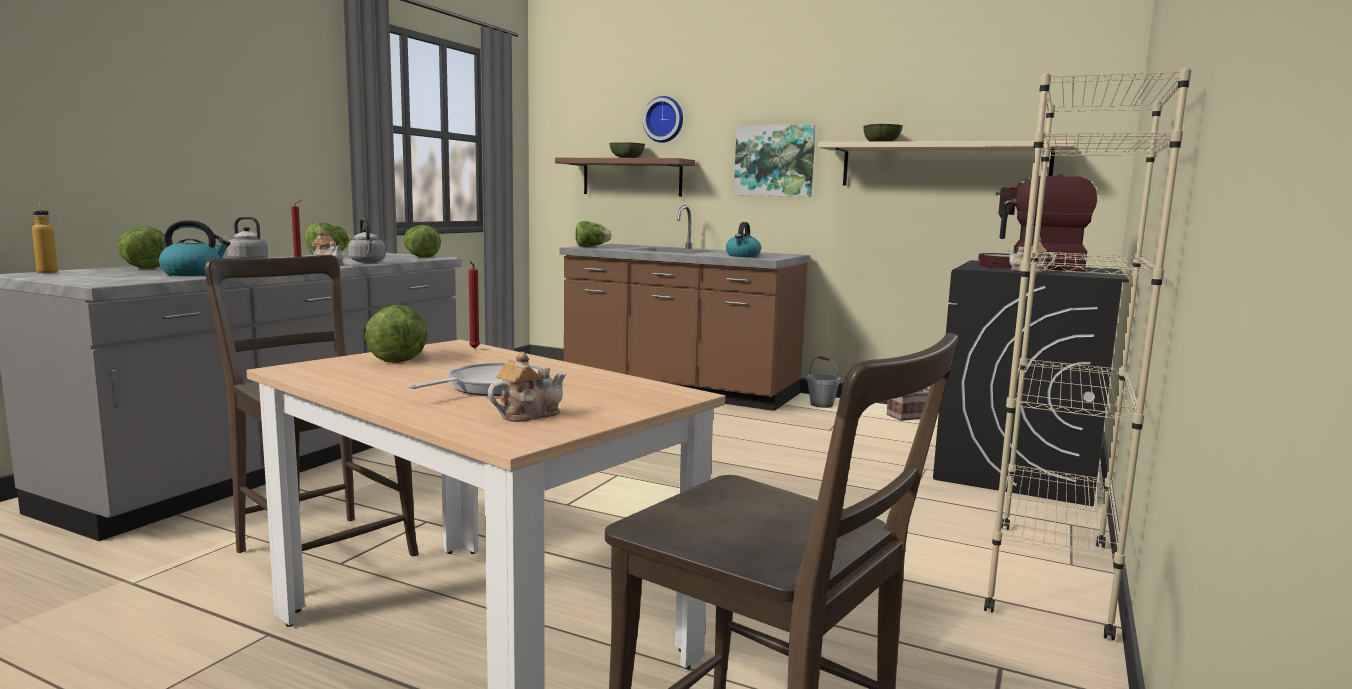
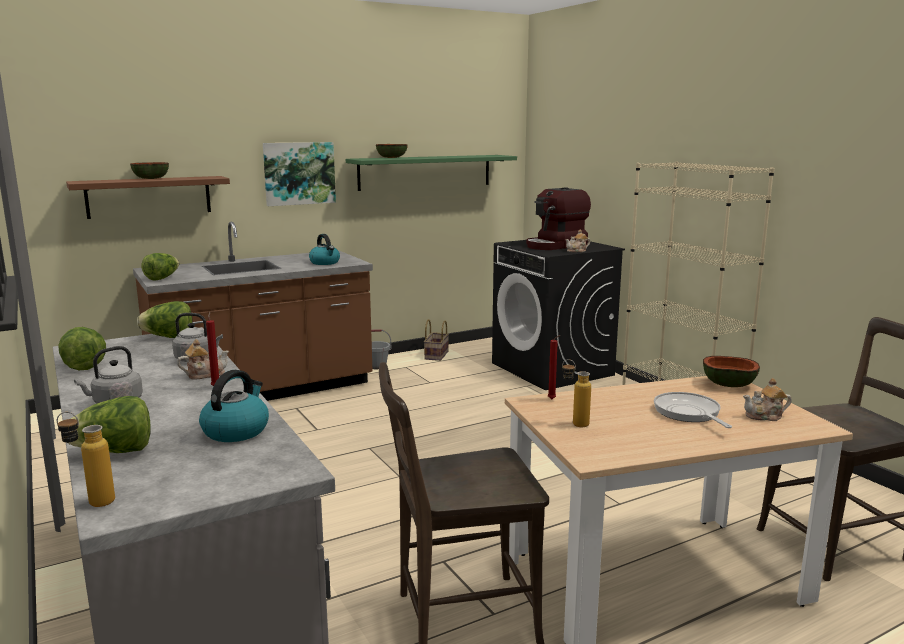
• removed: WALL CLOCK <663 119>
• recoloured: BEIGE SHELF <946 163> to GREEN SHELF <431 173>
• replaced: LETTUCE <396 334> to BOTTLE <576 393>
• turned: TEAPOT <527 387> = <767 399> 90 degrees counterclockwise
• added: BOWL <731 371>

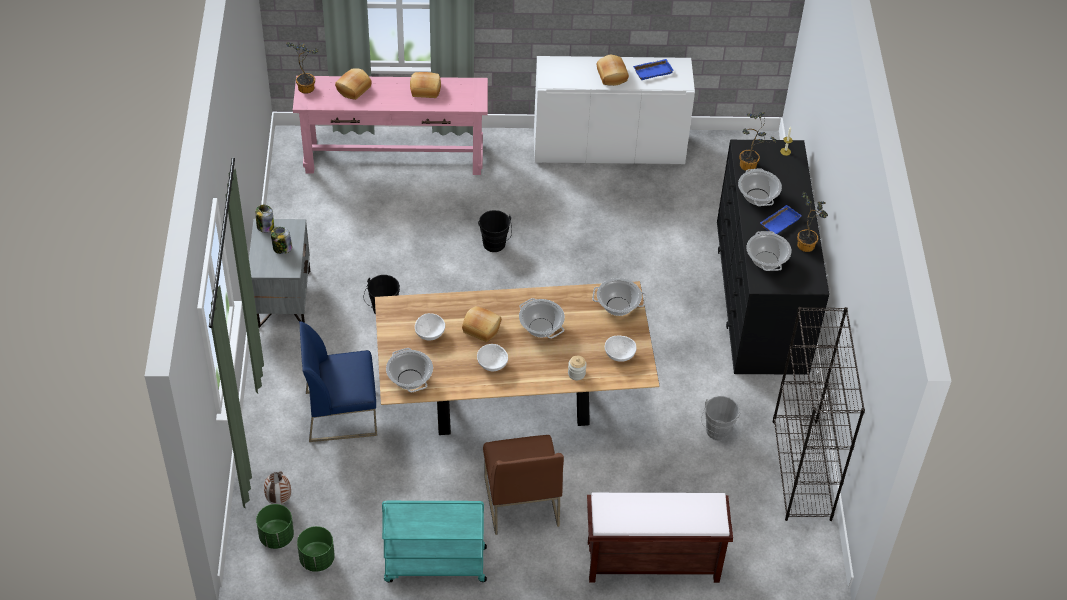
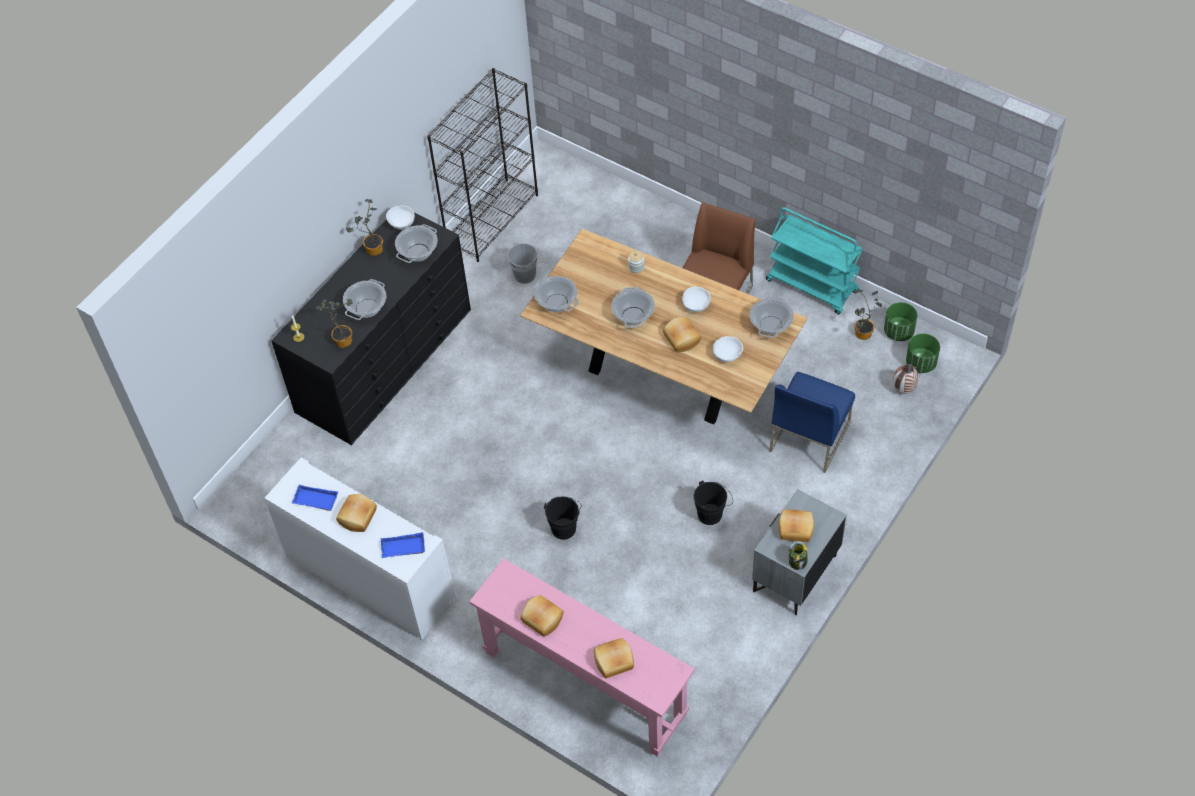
• moved: POTTED PLANT <302 68> to <868 314>
• moved: BLUE TRAY <781 219> to <403 545>
• replaced: JAR <281 240> to BREAD <796 525>
• turned: BLUE CHAIR <338 381> = <812 422> 90 degrees clockwise
• moved: WHITE BOWL <620 349> to <400 218>
• removed: BROWN BENCH <660 537>

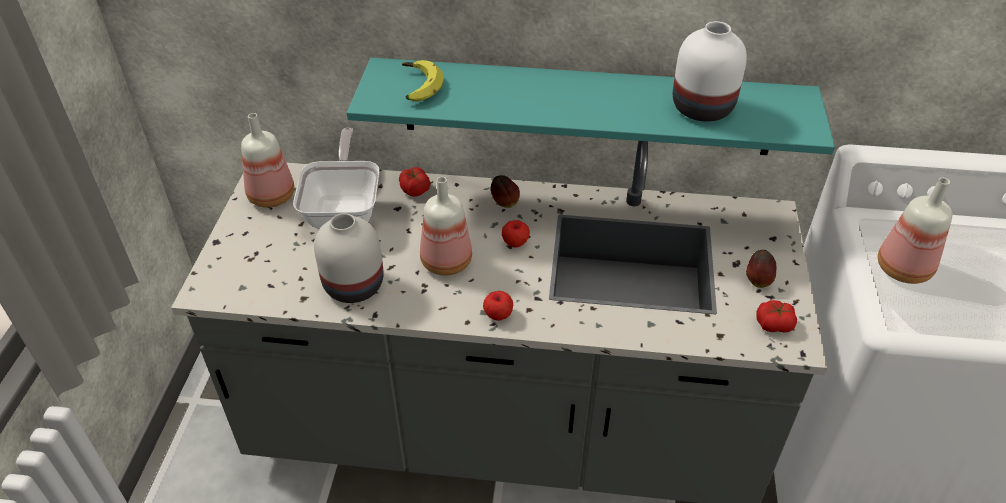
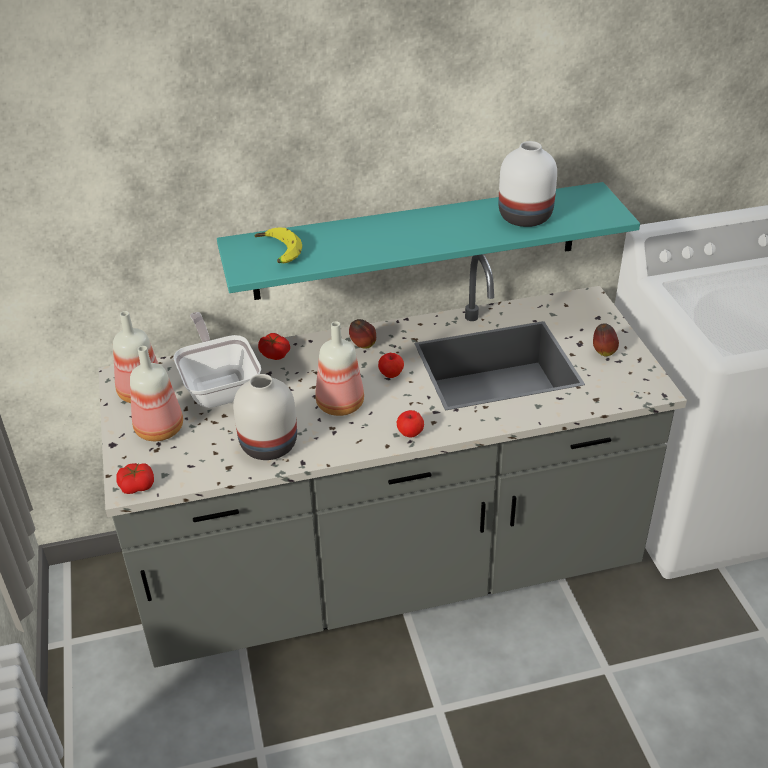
• moved: BOTTLE <915 230> to <156 393>
• moved: TOMATO <776 316> to <135 478>

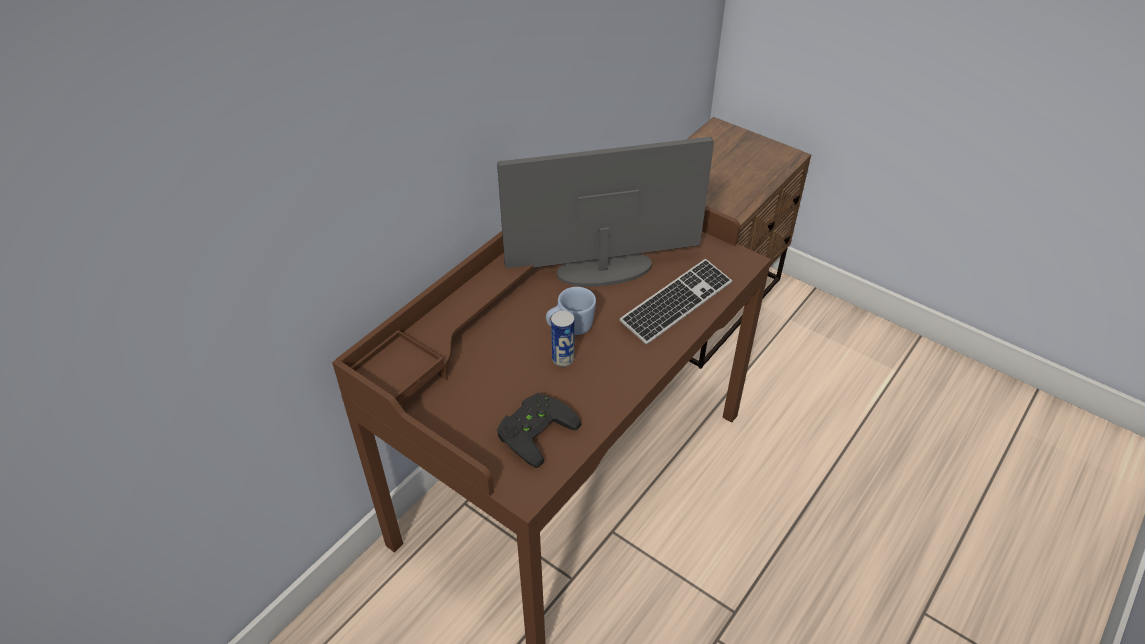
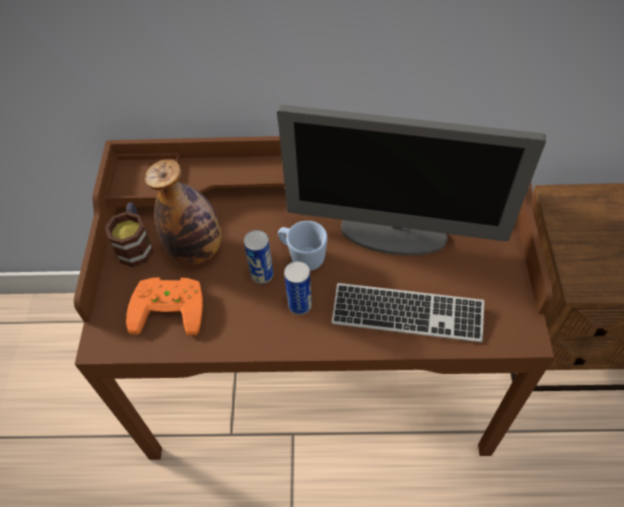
• turned: MONITOR <605 212> = <411 180> 150 degrees clockwise
• recoloured: BLACK GAME CONTROLLER <539 430> to ORANGE GAME CONTROLLER <164 306>
• added: BOTTLE <183 212>
• added: MUG <129 234>
• added: CAN <298 288>

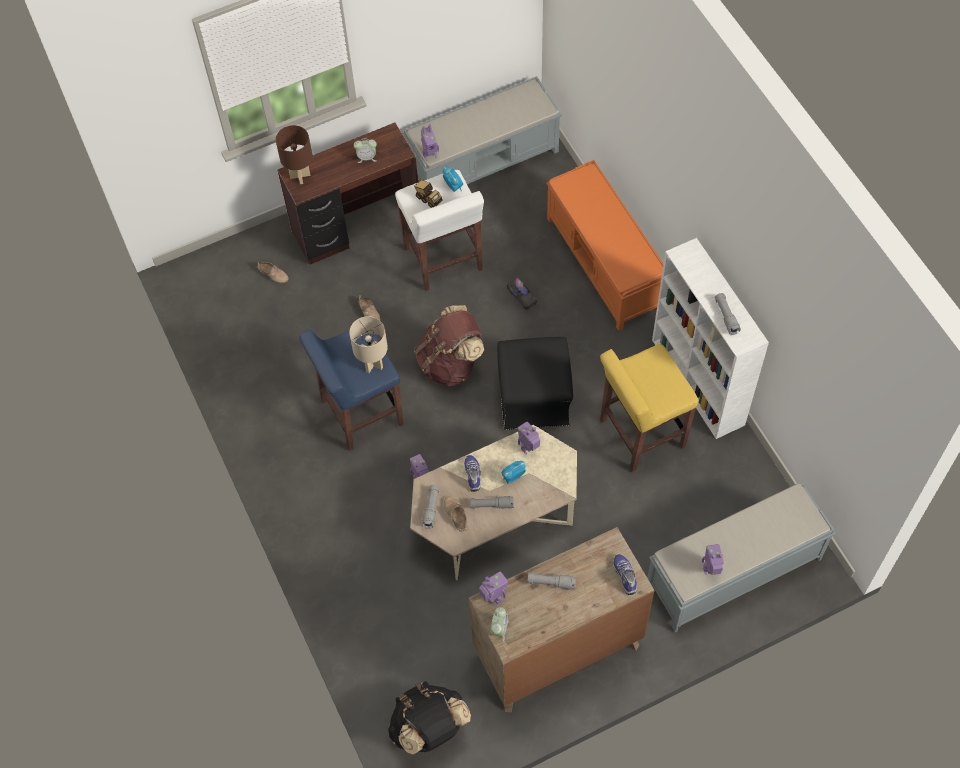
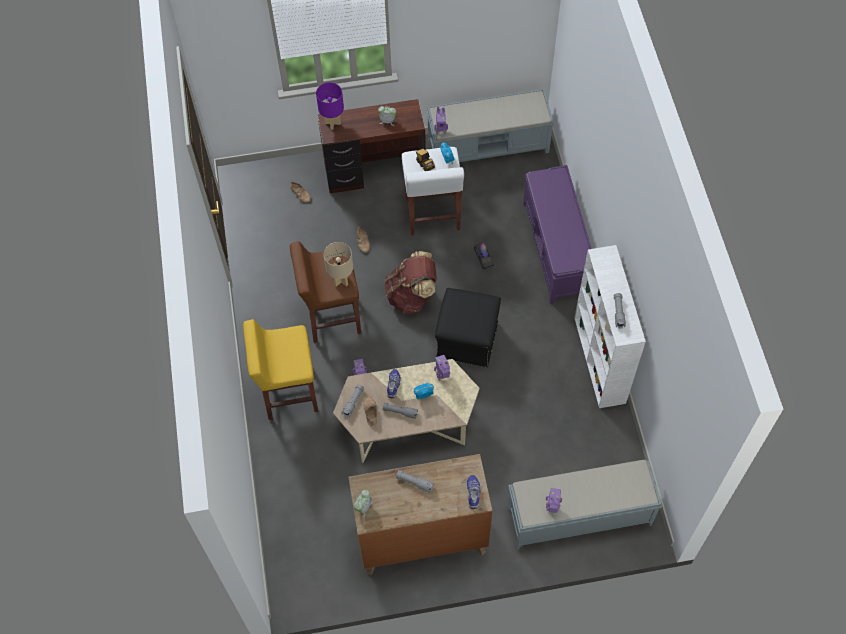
• recoloured: BROWN TABLE LAMP <294 154> to PURPLE TABLE LAMP <330 106>
• recoloured: ORANGE BENCH <604 245> to PURPLE BENCH <557 234>
• recoloured: BLUE STOOL <351 390> to BROWN STOOL <325 292>
• moved: YELLOW STOOL <649 408> to <280 369>
• removed: TOY ROBOT <493 589>
• removed: BLACK BACKPACK <429 717>

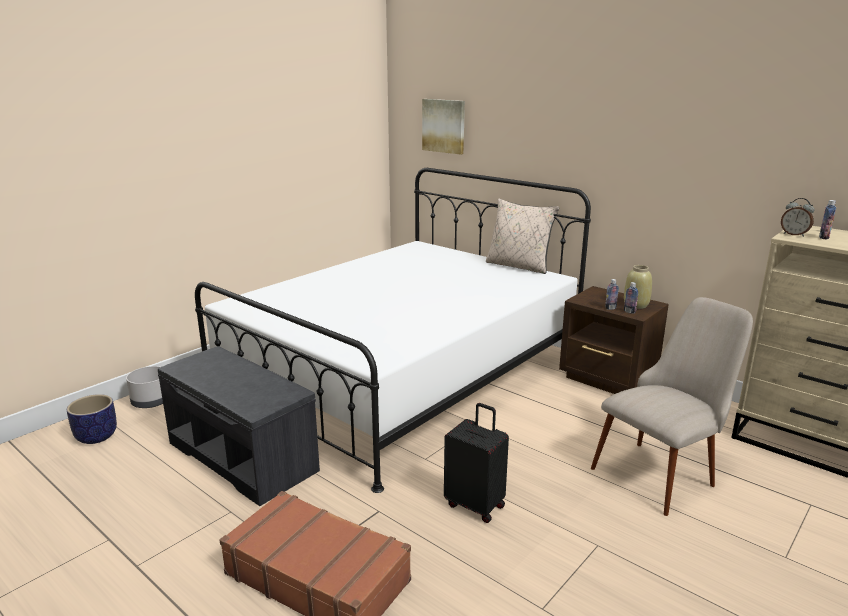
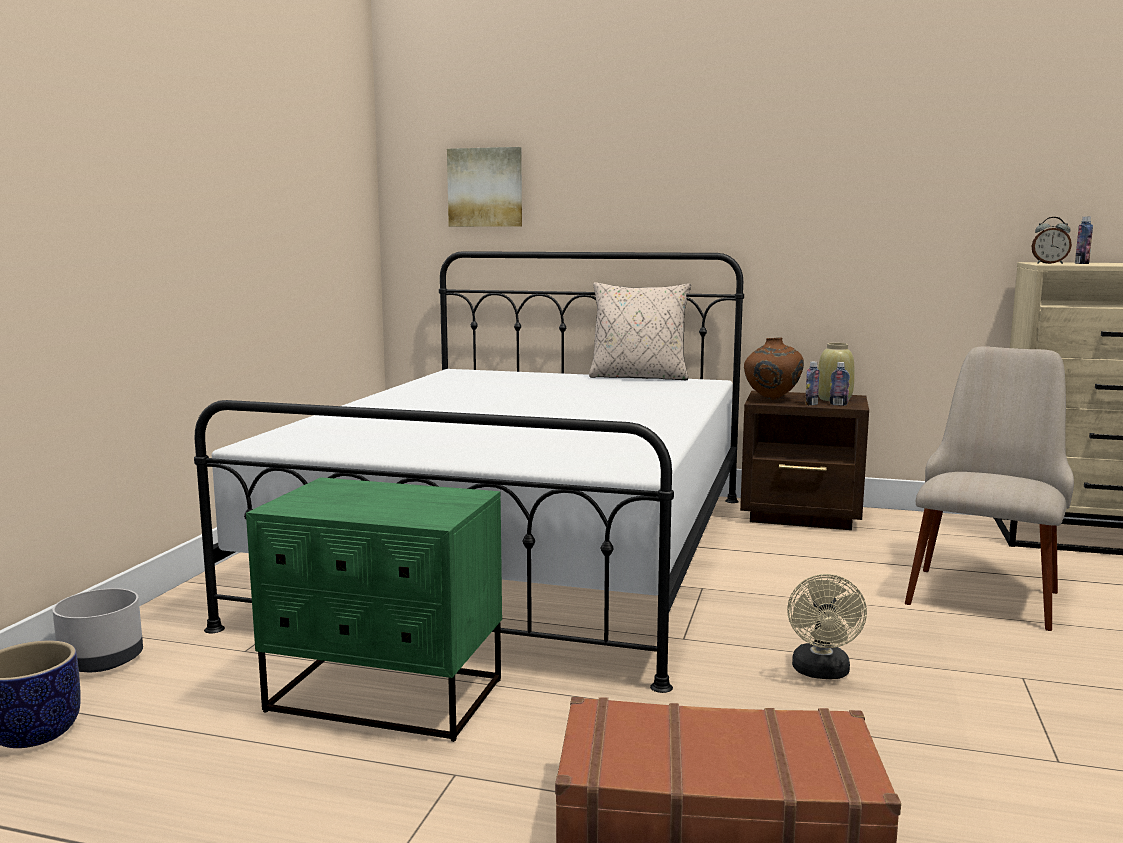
• replaced: GREY BENCH <239 426> to GREEN NIGHTSTAND <374 609>
• replaced: BLACK SUITCASE <476 463> to BEIGE FAN <827 626>
• added: BROWN VASE <774 368>

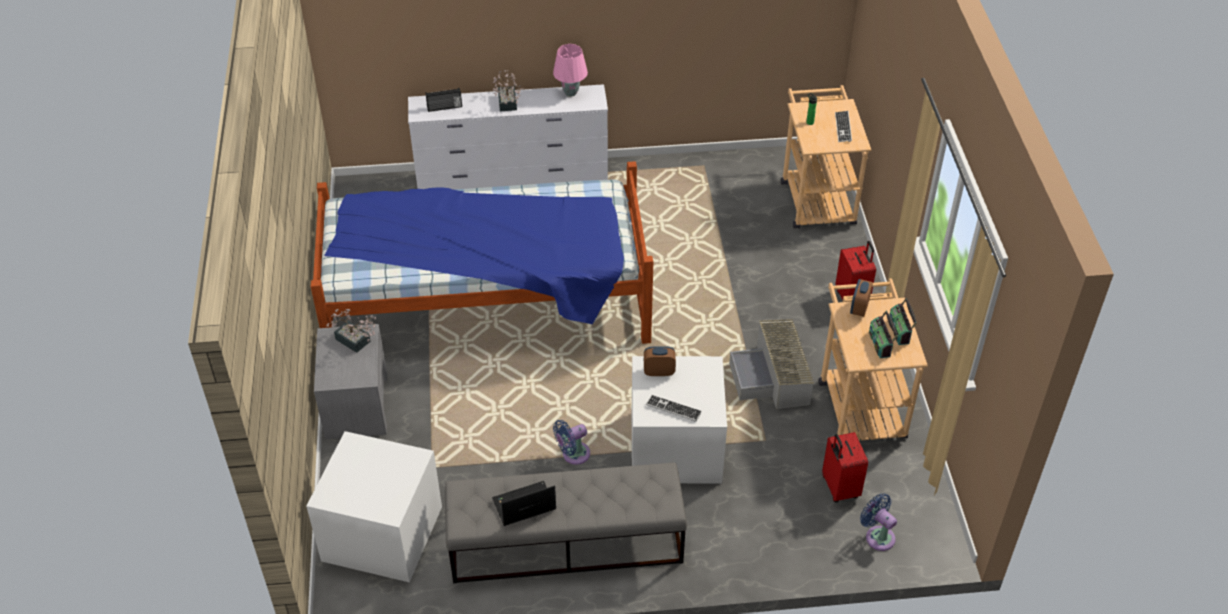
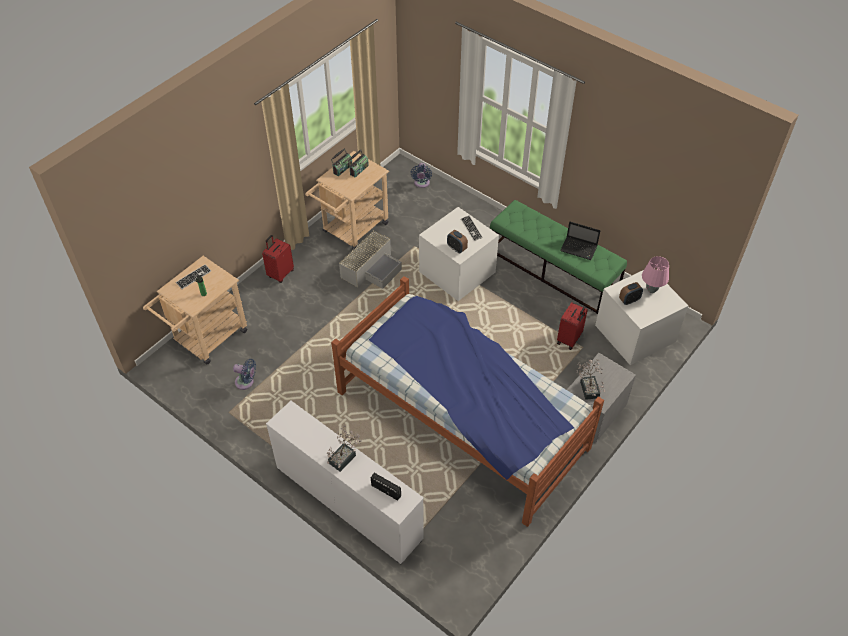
• moved: PINK TABLE LAMP <570 70> to <655 274>
• moved: ALARM CLOCK <861 298> to <631 293>
• moved: BLUE FAN <571 442> to <244 374>
• moved: RED SUITCASE <845 467> to <572 326>
• recoloured: GREY BENCH <566 522> to GREEN BENCH <558 257>

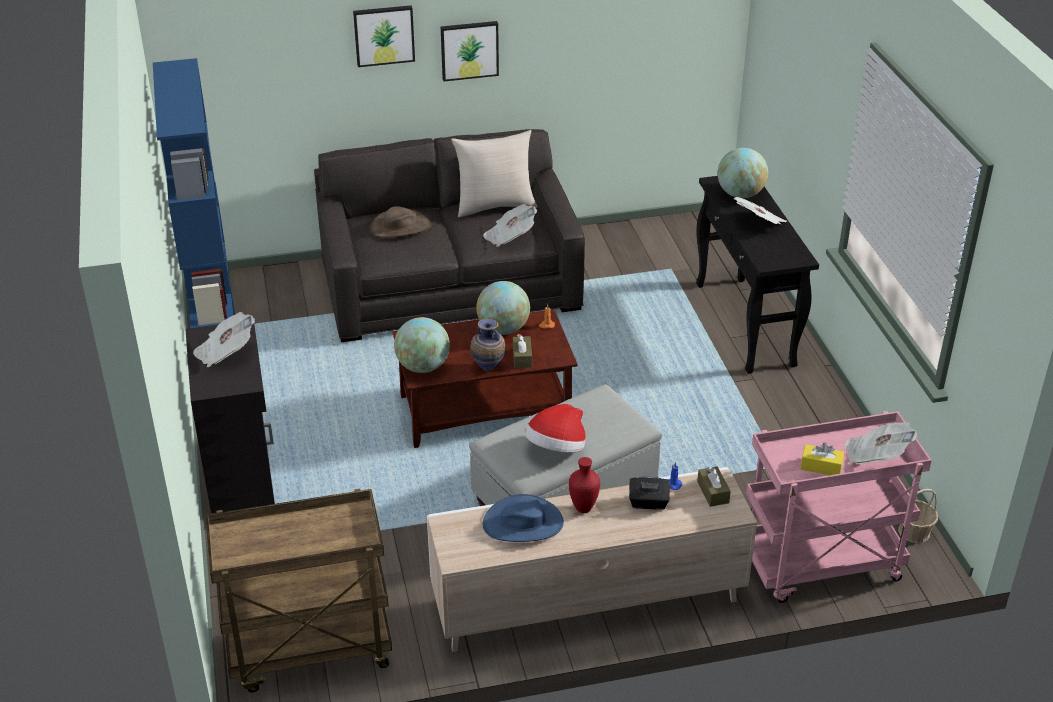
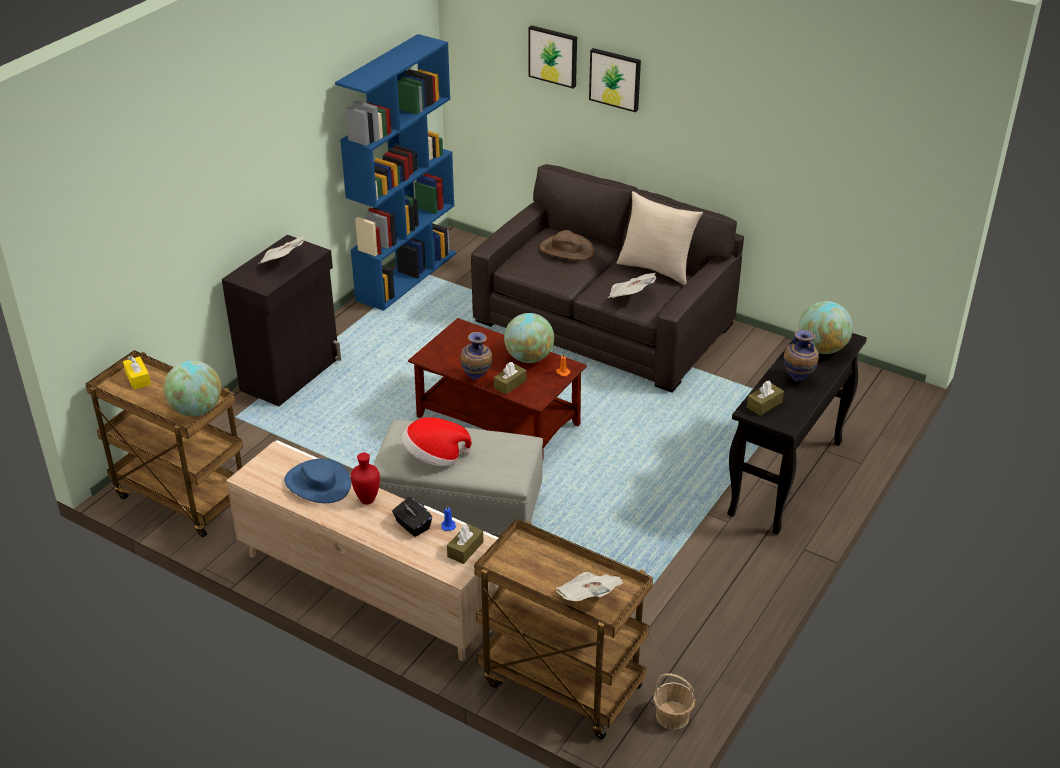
• moved: PICTURE <470 51> to <552 56>
• replaced: NEWSPAPER <760 210> to VASE <801 356>
• moved: GLOBE <422 345> to <192 388>
• recoloured: PINK CART <839 507> to BROWN CART <563 629>
• moved: YELLOW TISSUE BOX <822 459> to <137 373>
• added: BROWN TISSUE BOX <765 398>

